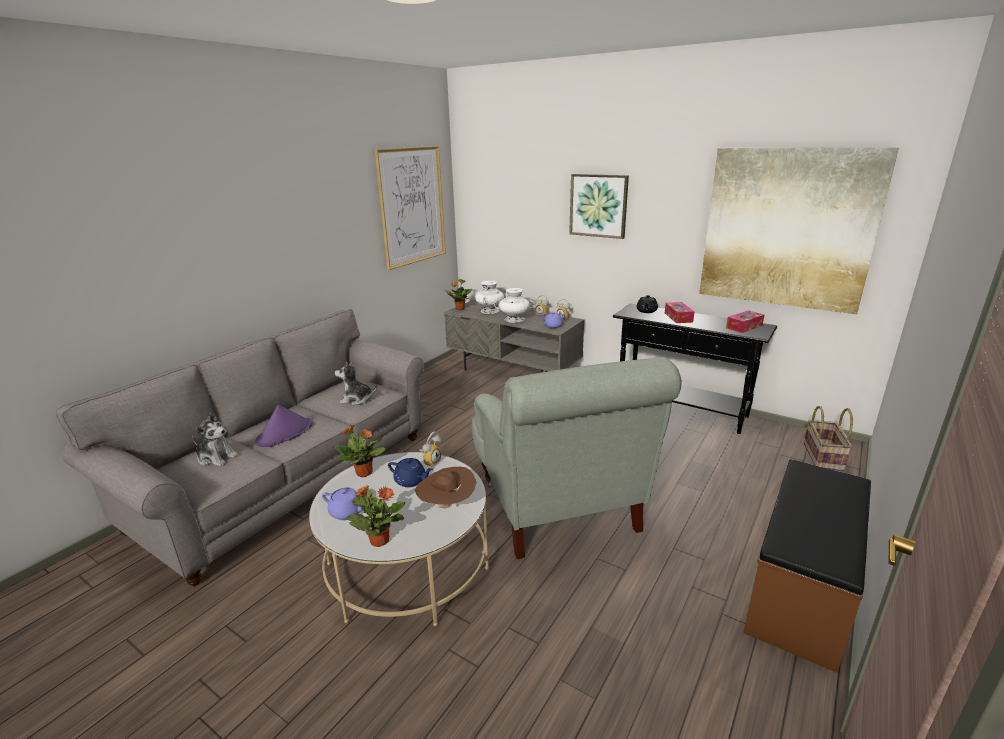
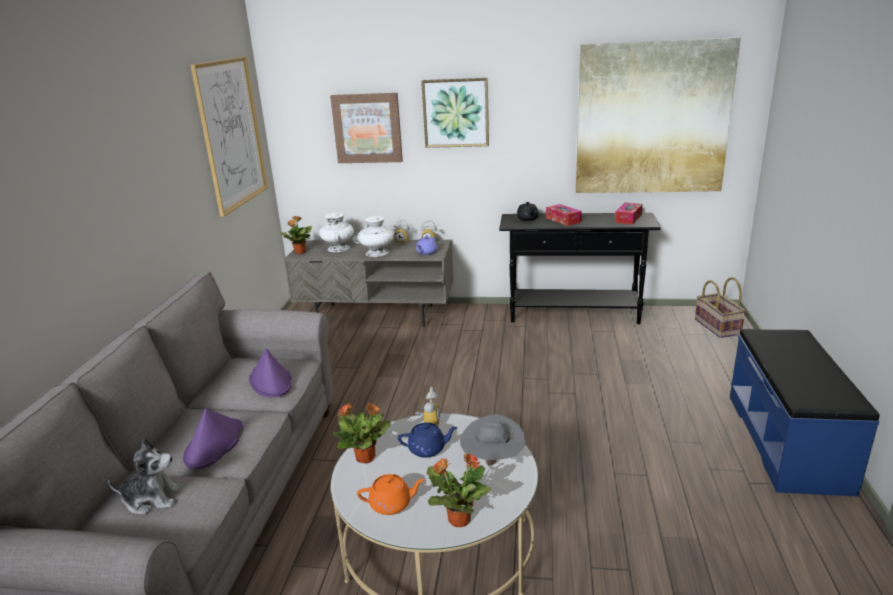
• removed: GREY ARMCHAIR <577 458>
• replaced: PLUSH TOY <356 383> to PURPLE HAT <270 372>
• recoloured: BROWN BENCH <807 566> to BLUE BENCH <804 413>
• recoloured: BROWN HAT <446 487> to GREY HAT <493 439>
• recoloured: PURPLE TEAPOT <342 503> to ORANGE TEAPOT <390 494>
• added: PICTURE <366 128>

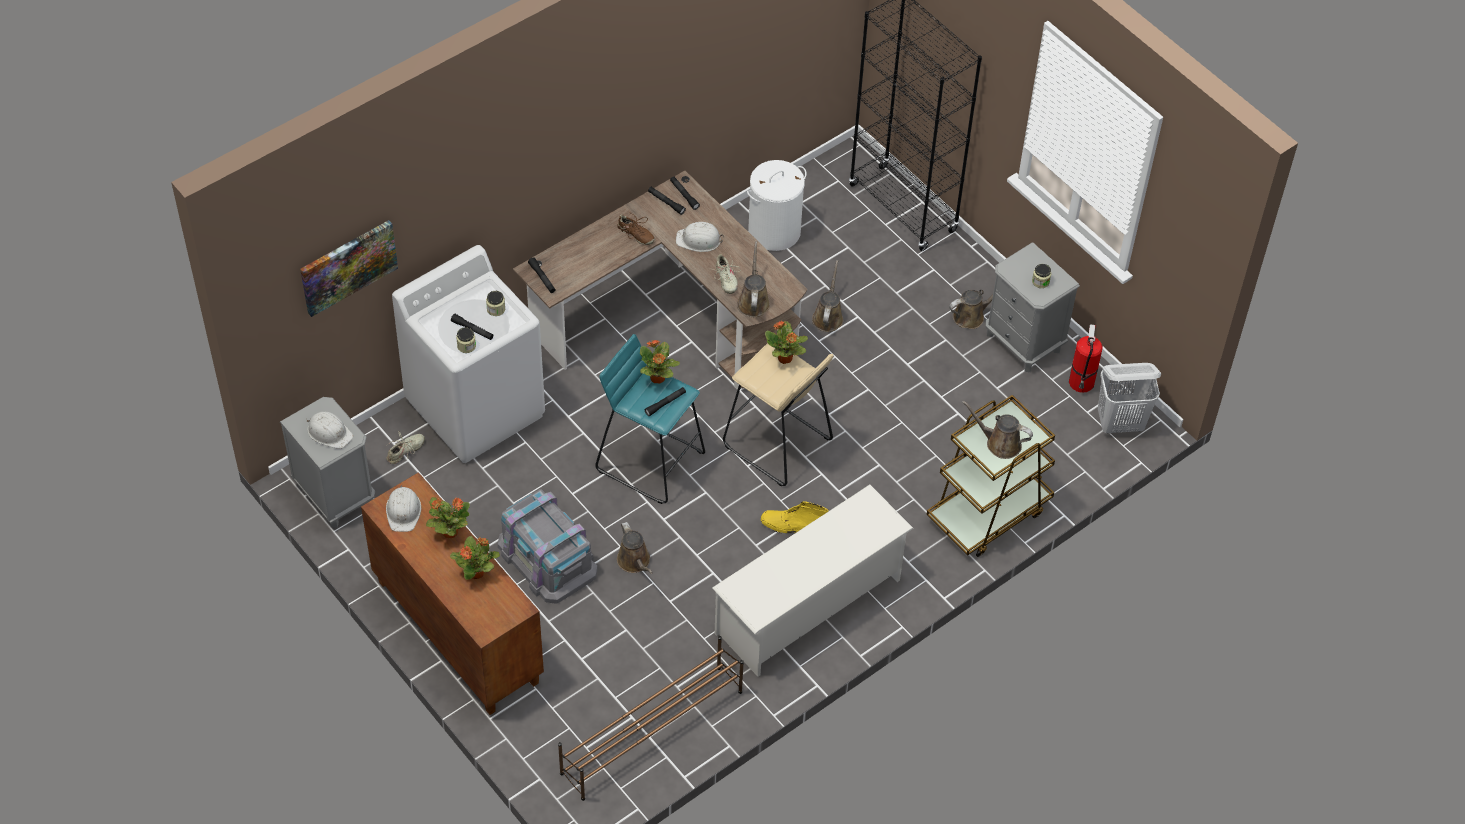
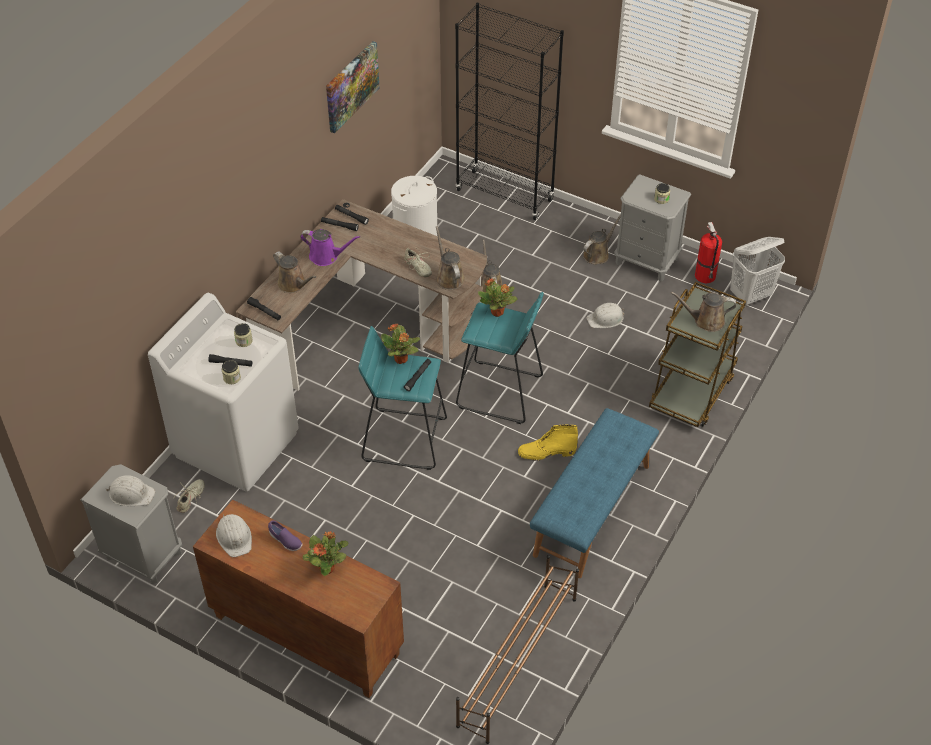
• replaced: BROWN SHOE <636 228> to PURPLE WATERING CAN <330 247>
• moved: PICTURE <349 268> to <353 87>
• moved: WHITE HARD HAT <700 237> to <605 315>
• recoloured: BEIGE STOOL <778 414> to TURQUOISE STOOL <500 358>
• replaced: WHITE SHOE RACK <813 581> to BLUE BENCH <594 493>
• removed: GREY STORAGE BOX <548 546>
• replaced: POTTED PLANT <448 517> to PURPLE SHOE <285 535>
• moved: BROWN WATERING CAN <634 548> to <294 272>

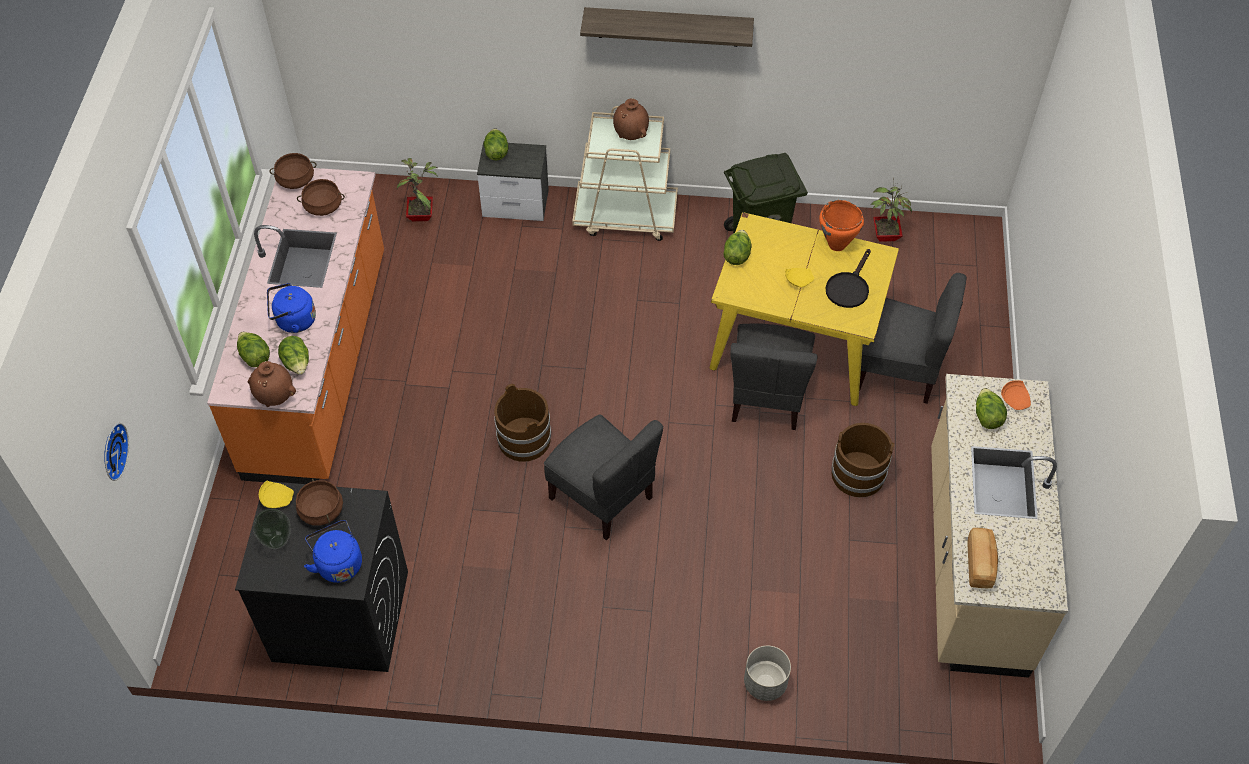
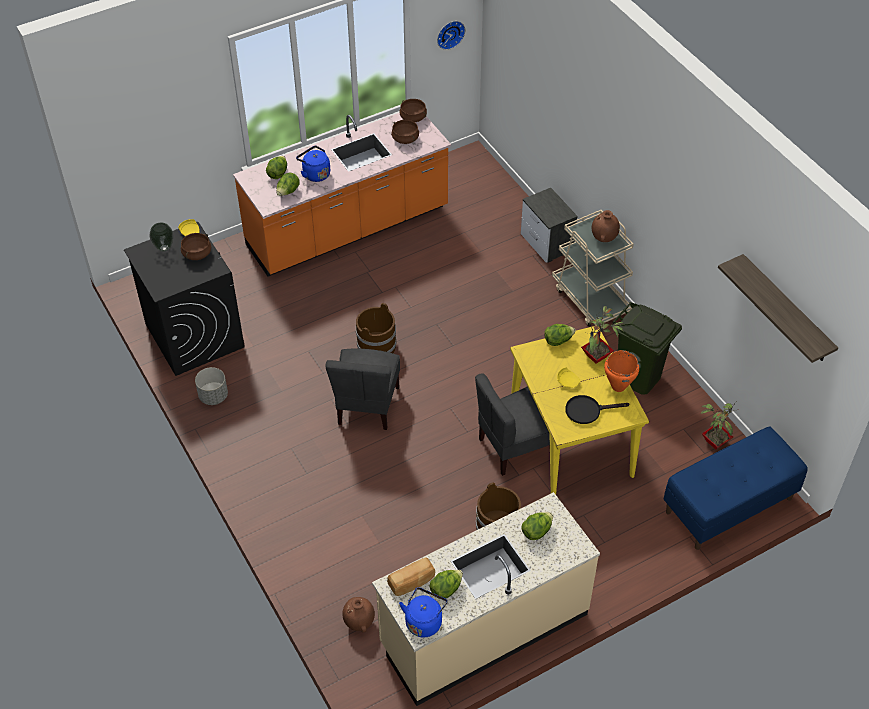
• moved: SHELF <667 27> to <778 308>
• moved: LETTUCE <496 144> to <446 584>
• moved: POTTED PLANT <418 189> to <603 335>
• removed: GREY CHAIR <913 338>
• moved: BROWN VASE <272 384> to <358 615>
• removed: ORANGE PLATE <1016 395>
• moved: WALL CLOCK <116 452> to <451 35>
• moved: BLUE KETTLE <333 551> to <423 612>
• moved: GREY PLANTER <767 673> to <211 386>
• added: BLUE BENCH <736 488>

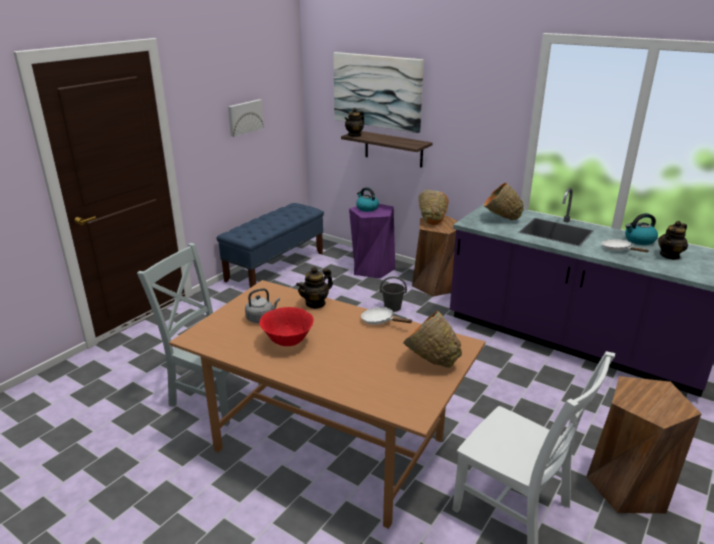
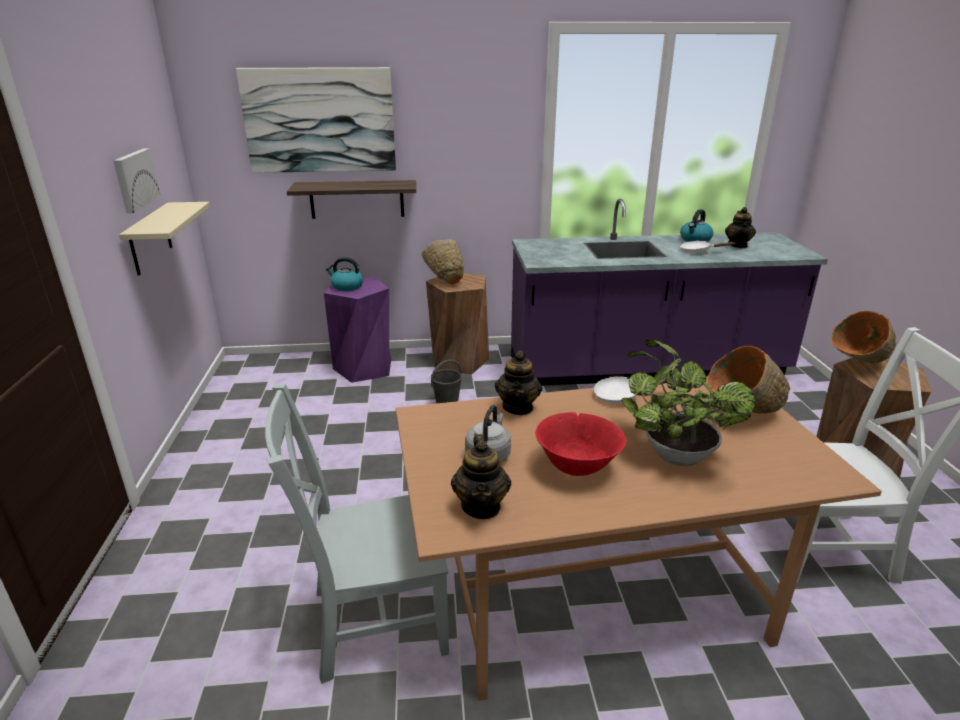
• moved: TEAPOT <354 122> to <481 476>
• moved: ORANGE BOWL <504 201> to <863 337>
• removed: BLUE BENCH <270 245>
• added: BEIGE SHELF <164 238>
• added: POTTED PLANT <688 402>

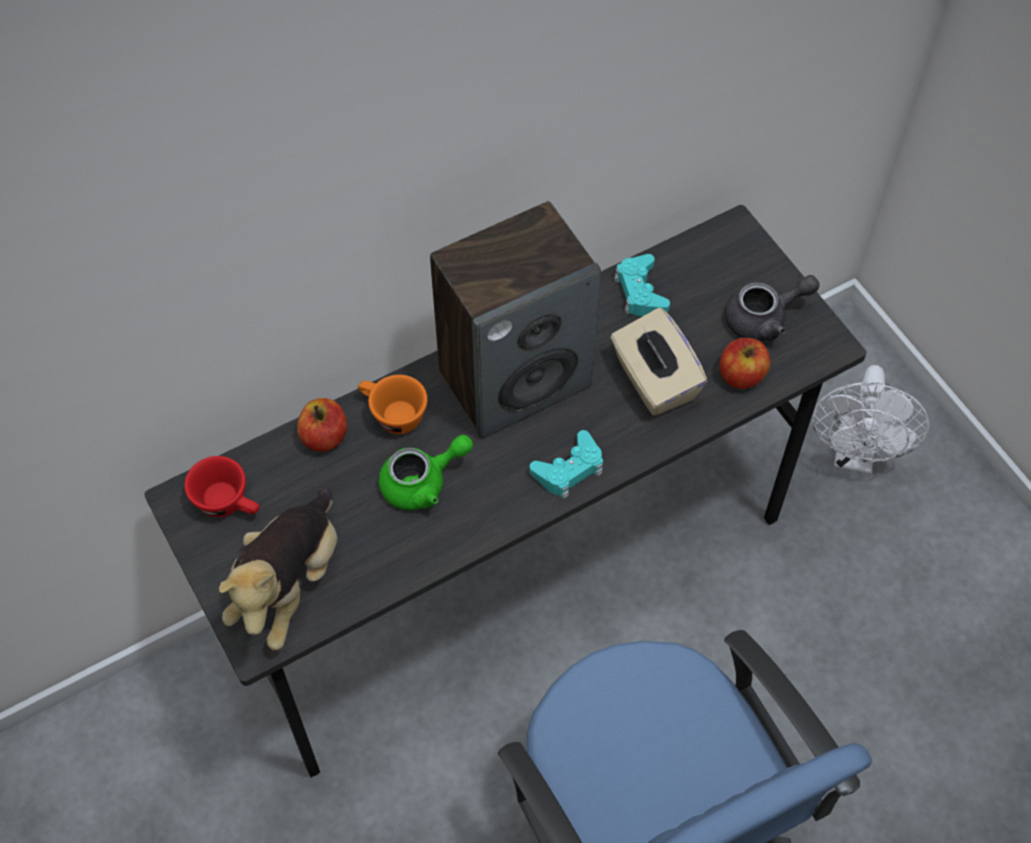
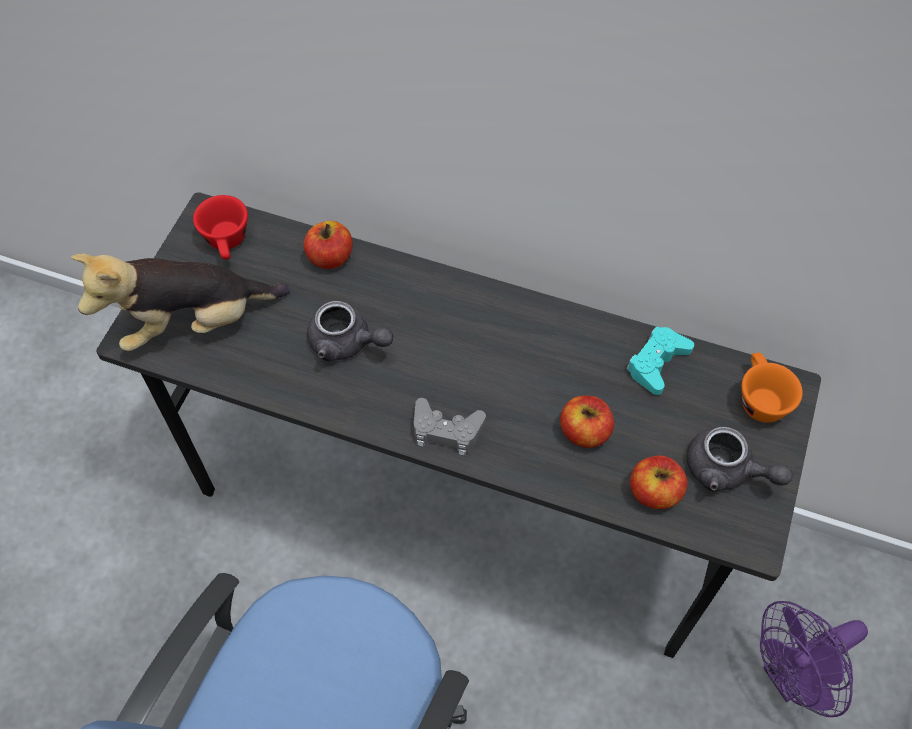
• removed: SPEAKER <515 320>
• replaced: BEIGE TISSUE BOX <659 361> to APPLE <587 422>
• recoloured: WHITE FAN <870 419> to PURPLE FAN <814 659>
• moved: ORANGE CUP <393 404> to <772 388>
• recoloured: TURQUOISE GAME CONTROLLER <566 464> to GREY GAME CONTROLLER <449 427>
• recoloured: GREEN TEAPOT <425 472> to GREY TEAPOT <350 331>

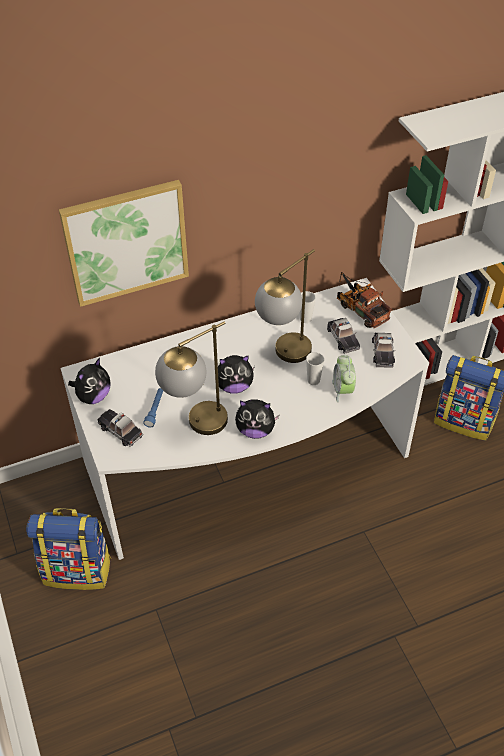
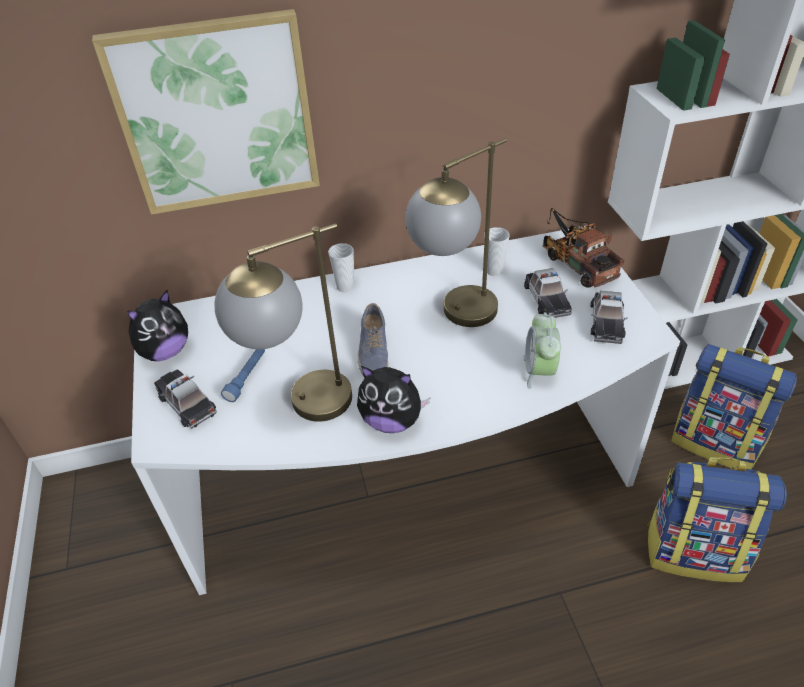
• moved: CUP <315 368> to <341 267>
• replaced: PLUSH TOY <236 374> to SHOE <373 340>
• moved: BACKPACK <68 549> to <717 519>

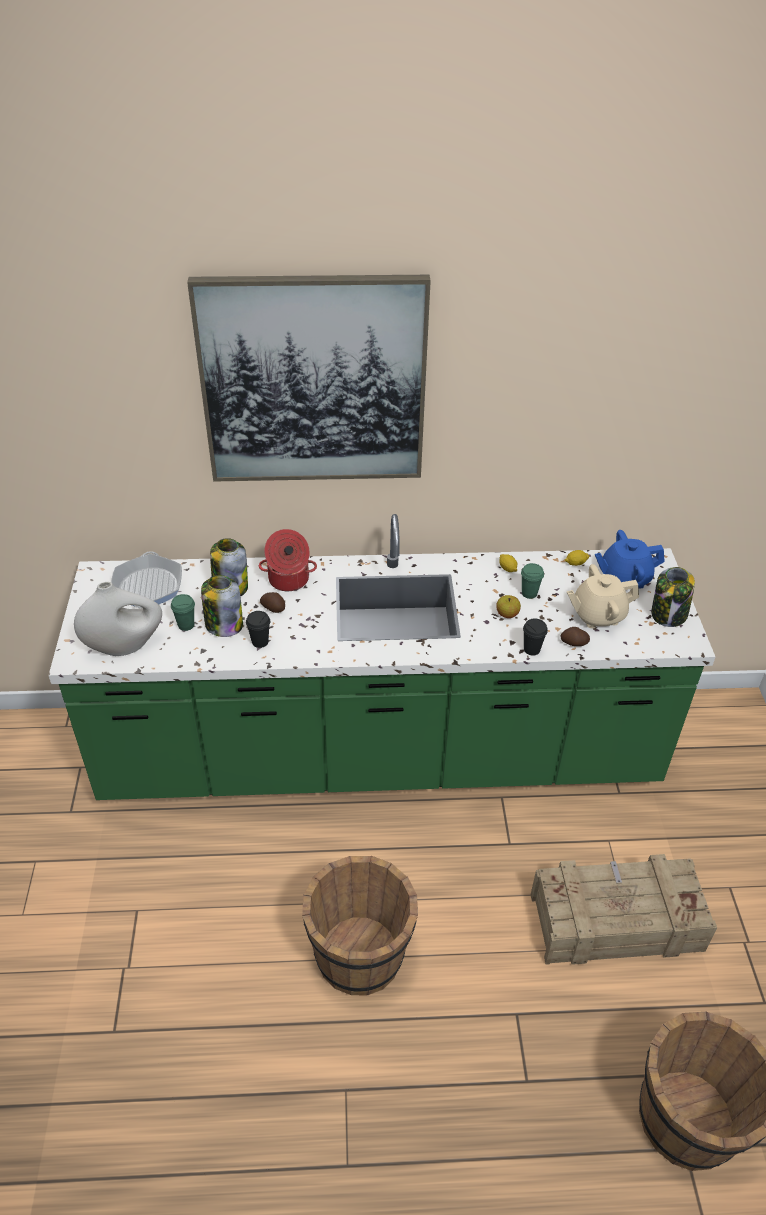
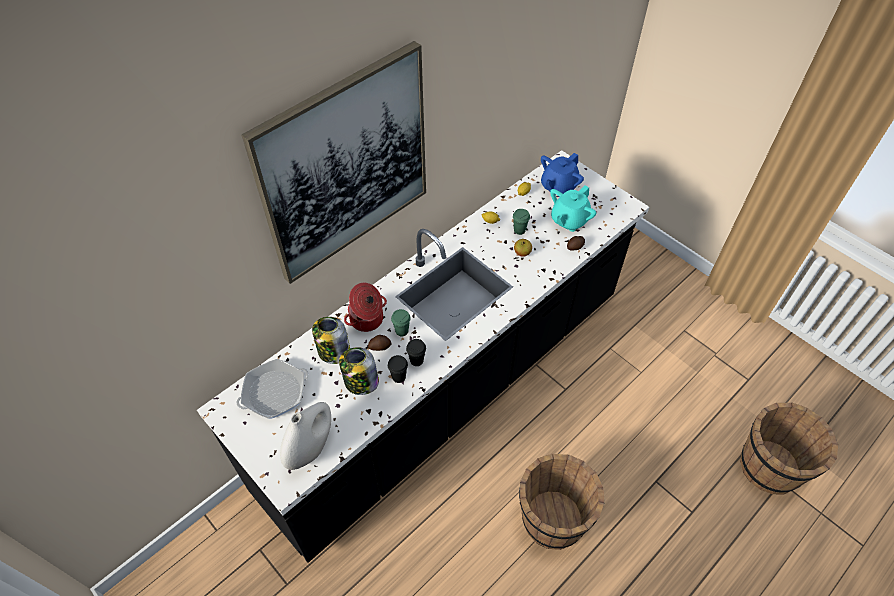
• recoloured: GREEN COUNTER <382 657> to BLACK COUNTER <423 356>
• turned: FRYING PAN <146 579> = <272 389> 75 degrees counterclockwise
• recoloured: BEIGE TEAPOT <603 596> to TURQUOISE TEAPOT <573 208>
• removed: JAR <673 597>
• moved: GREEN CUP <183 612> to <401 323>
• moved: BLACK CUP <535 637> to <416 352>
• removed: CRATE <624 909>

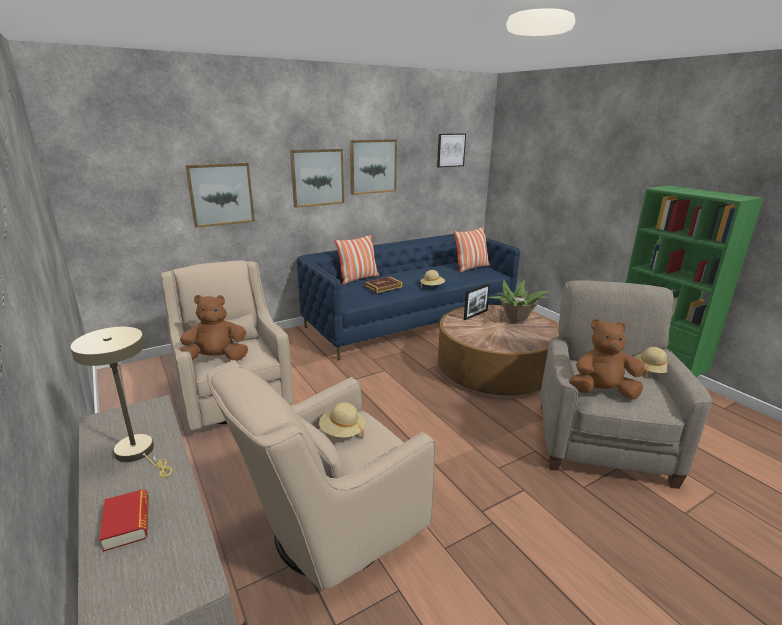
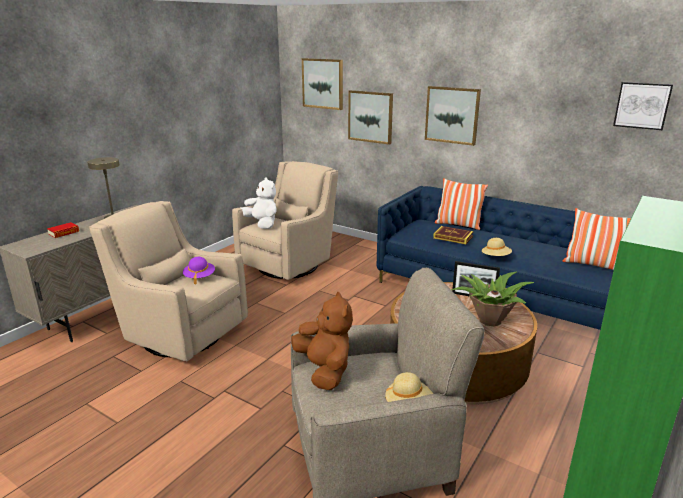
• moved: PICTURE <373 167> to <322 84>
• recoloured: BROWN PLUSH TOY <213 328> to WHITE PLUSH TOY <259 203>
• recoloured: BEIGE HAT <342 420> to PURPLE HAT <199 270>

